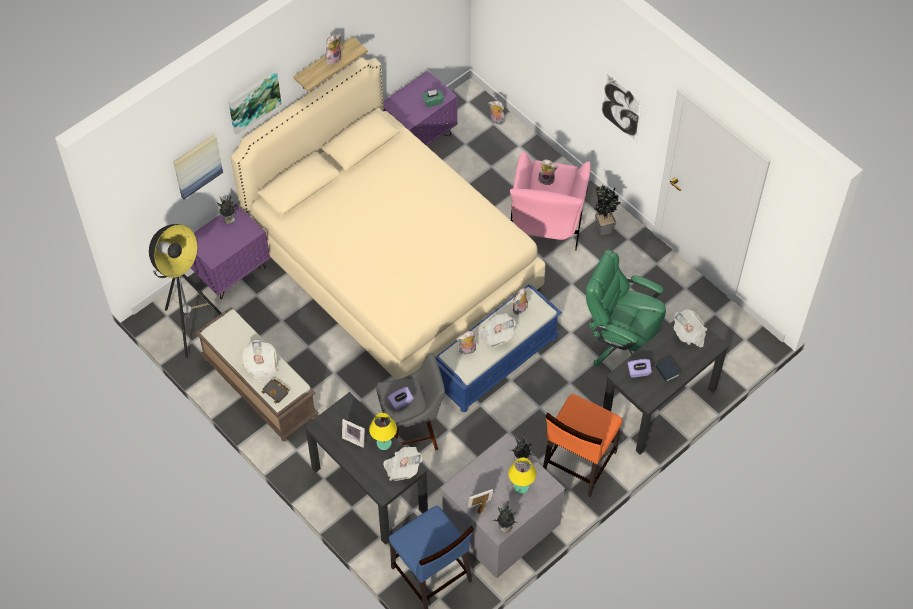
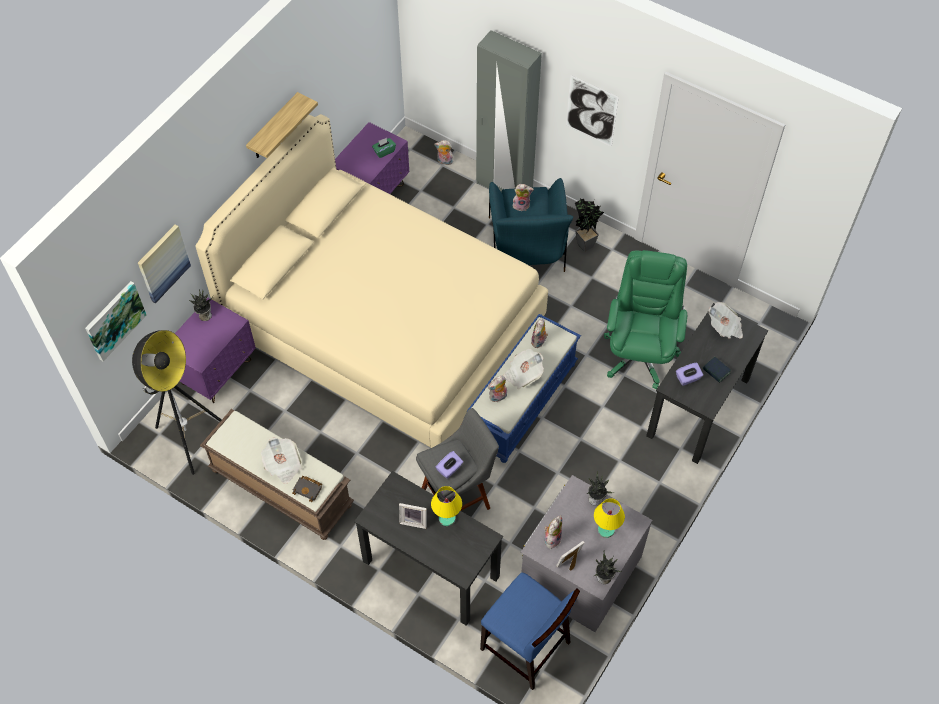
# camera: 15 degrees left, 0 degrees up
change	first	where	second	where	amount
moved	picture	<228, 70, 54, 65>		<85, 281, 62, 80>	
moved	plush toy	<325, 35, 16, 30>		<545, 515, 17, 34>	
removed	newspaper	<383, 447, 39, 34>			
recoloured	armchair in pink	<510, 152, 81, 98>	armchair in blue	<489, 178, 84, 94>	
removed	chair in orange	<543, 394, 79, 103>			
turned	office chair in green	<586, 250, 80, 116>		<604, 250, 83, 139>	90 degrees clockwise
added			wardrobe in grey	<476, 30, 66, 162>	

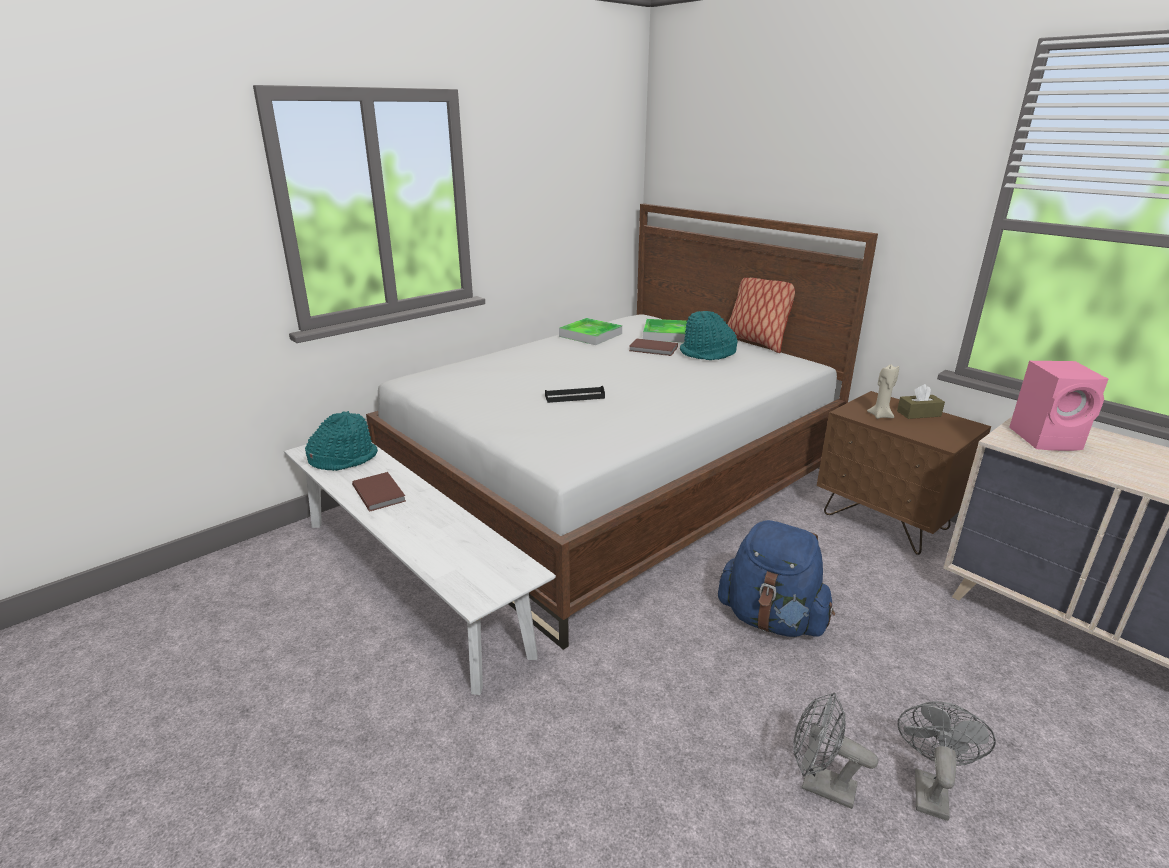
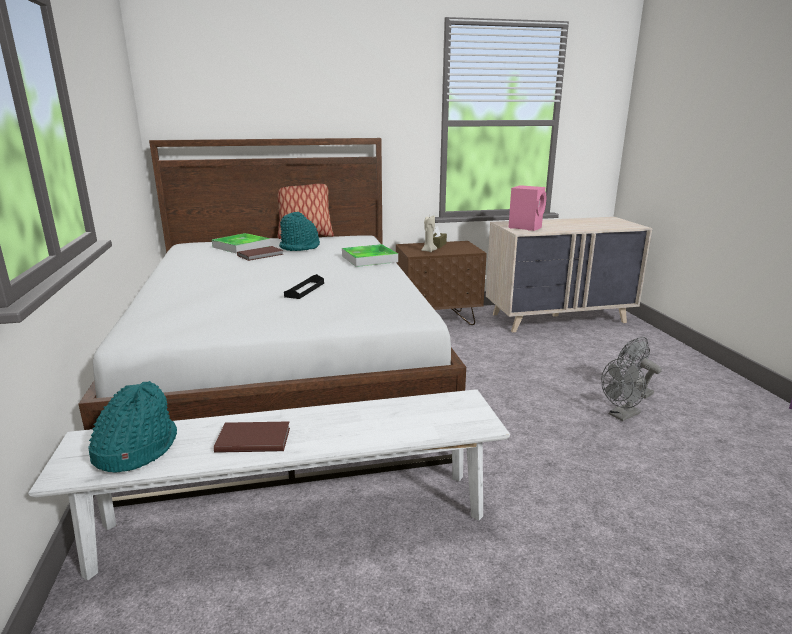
# camera: 60 degrees left, 5 degrees down
change	first	where	second	where	amount
moved	tray	<559, 318, 63, 27>		<342, 244, 56, 23>	
removed	backpack in blue	<718, 520, 117, 117>			

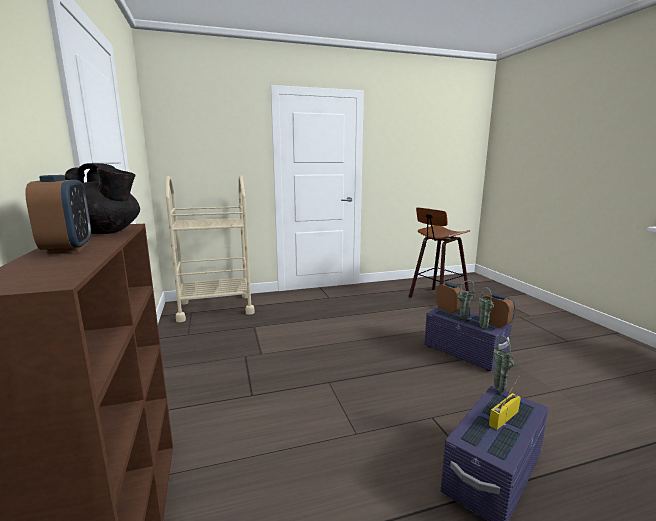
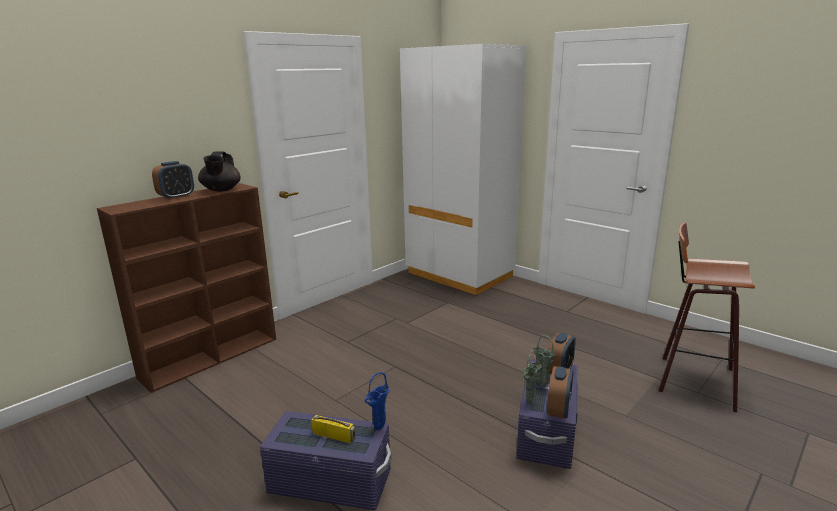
# camera: 60 degrees right, 5 degrees up
change	first	where	second	where	amount
replaced	cart in beige	<166, 175, 89, 147>	wardrobe in white	<400, 44, 126, 252>	
recoloured	vase in green	<494, 335, 20, 58>	vase in blue	<364, 372, 26, 58>	

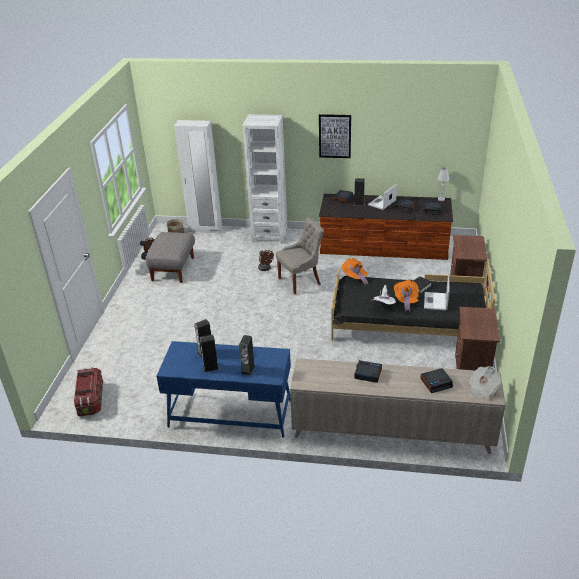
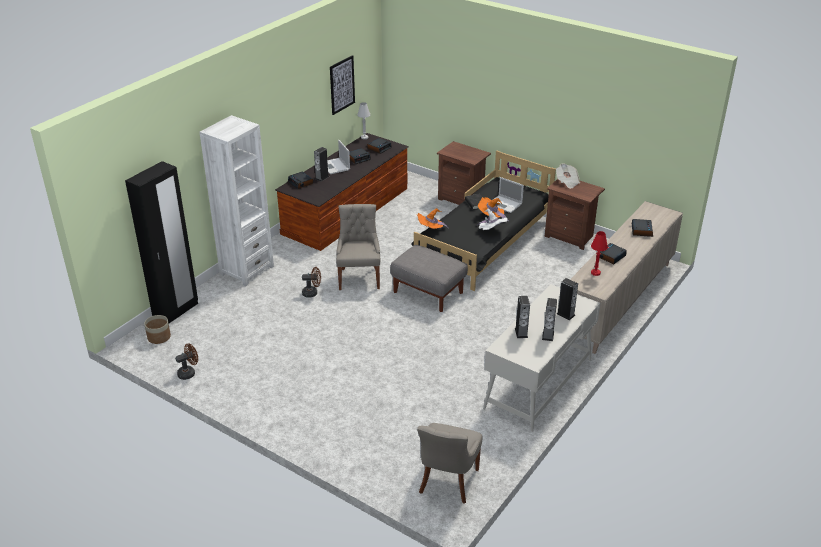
# camera: 65 degrees left, 0 degrees up
change	first	where	second	where	amount
replaced	storage box	<74, 368, 29, 48>	chair in grey	<417, 423, 66, 81>	
moved	ottoman in grey	<146, 232, 49, 51>		<390, 245, 78, 67>	
recoloured	desk in blue	<157, 341, 134, 97>	desk in white	<483, 284, 117, 148>	
recoloured	wardrobe in white	<174, 120, 48, 113>	wardrobe in black	<125, 161, 73, 162>	
moved	picture	<319, 114, 32, 44>		<330, 55, 25, 60>	
moved	newspaper	<468, 366, 33, 33>		<556, 163, 24, 26>	
added			table lamp in red	<591, 231, 17, 45>	

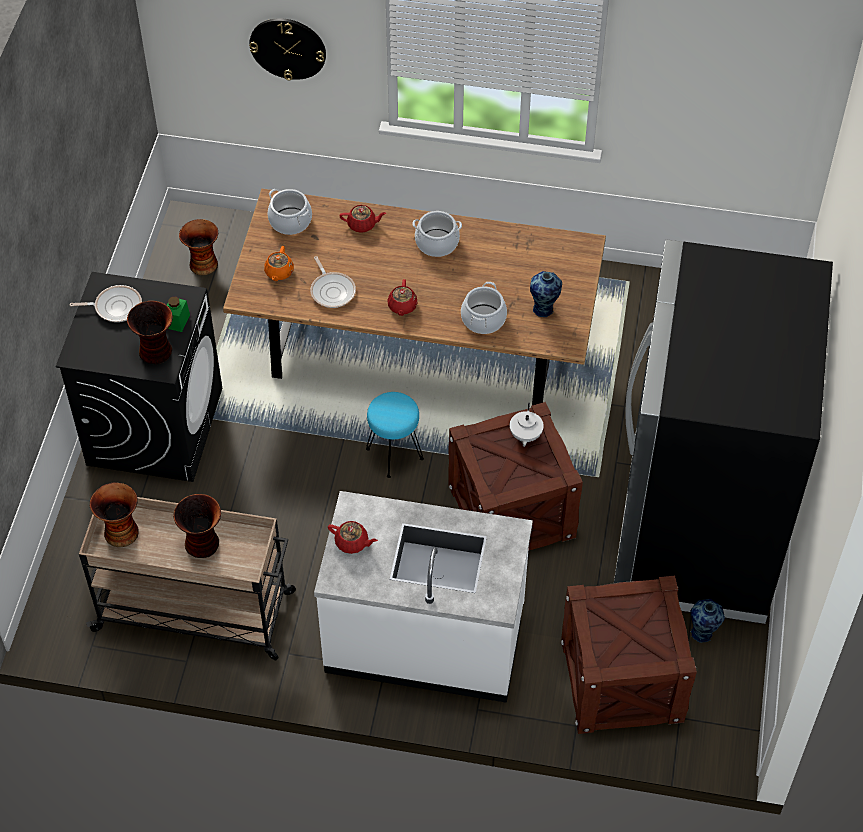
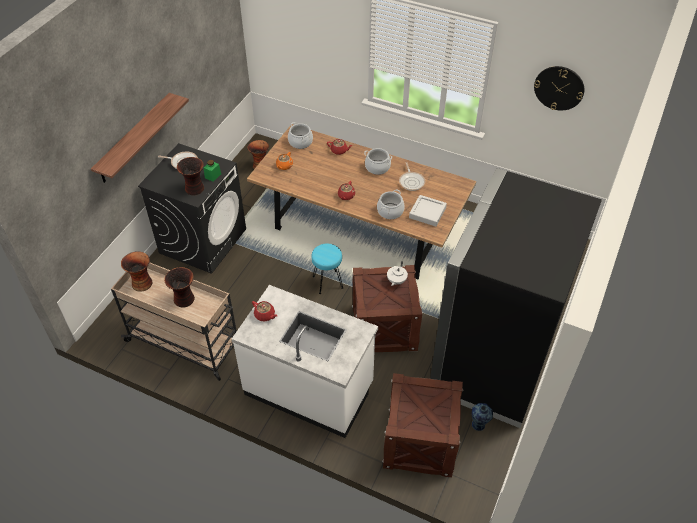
# camera: 15 degrees right, 5 degrees down
change	first	where	second	where	amount
moved	wall clock	<249, 18, 77, 63>		<534, 66, 50, 44>	
moved	frying pan	<310, 256, 46, 52>		<399, 162, 26, 29>	
replaced	vase	<530, 271, 32, 46>	tray in grey	<409, 195, 38, 32>	
added			shelf	<91, 93, 98, 90>	

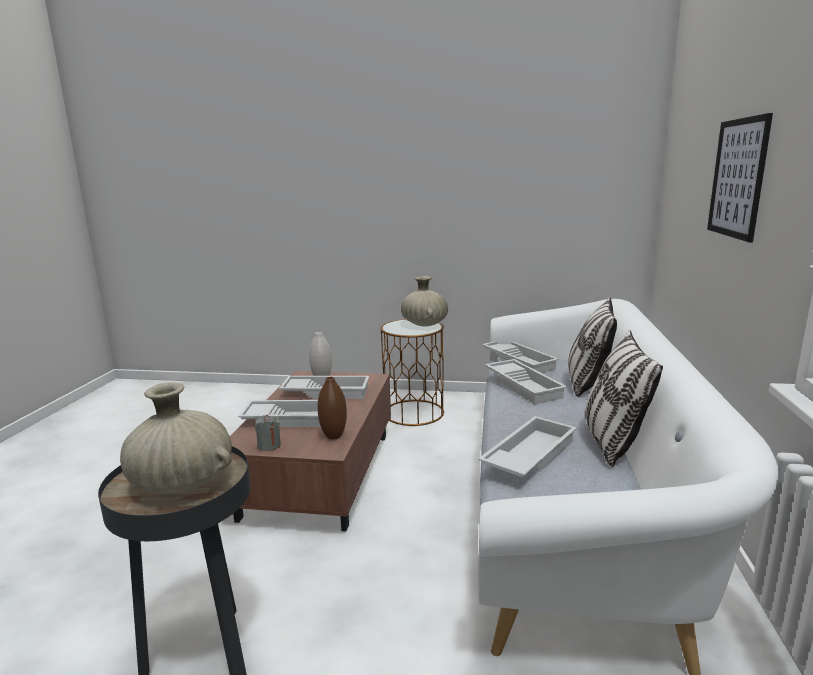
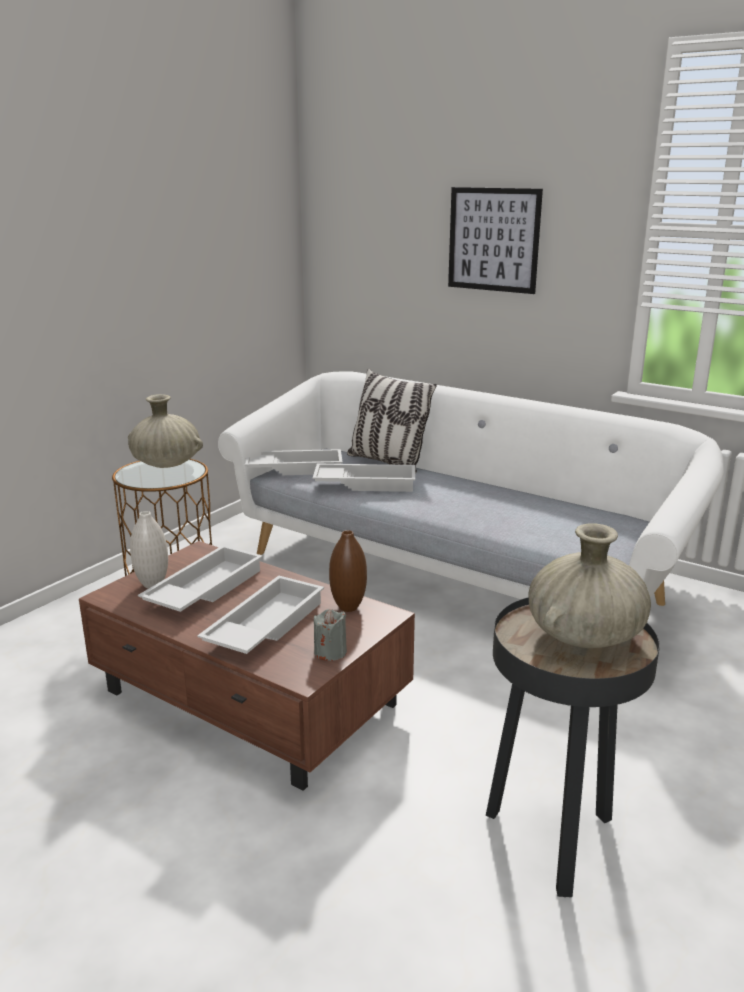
# camera: 65 degrees left, 5 degrees up
change	first	where	second	where	amount
removed	tray in white	<478, 416, 99, 61>			
removed	pillow	<585, 330, 78, 137>			

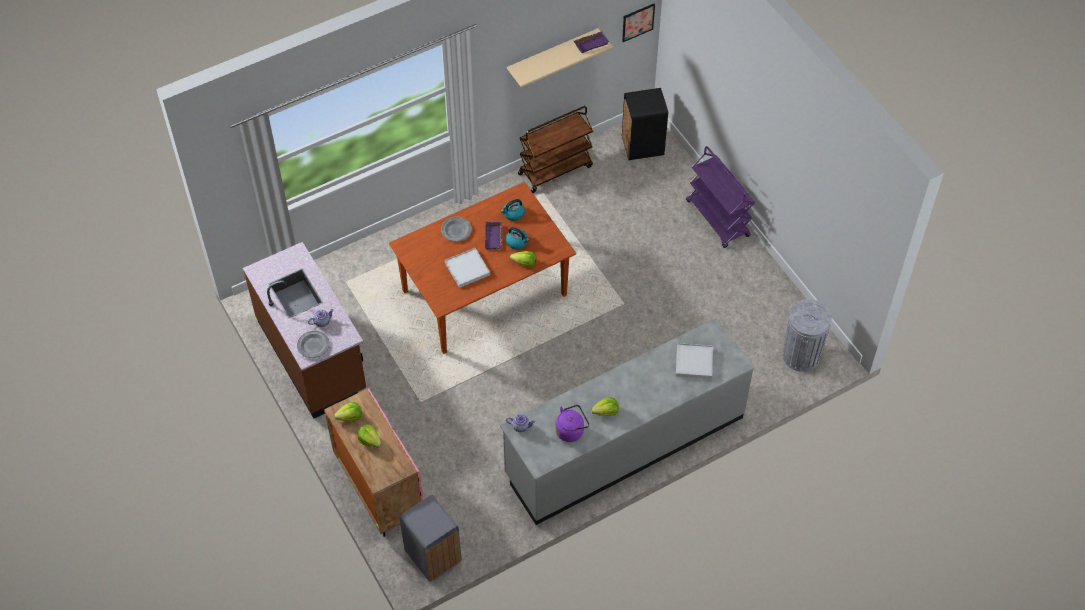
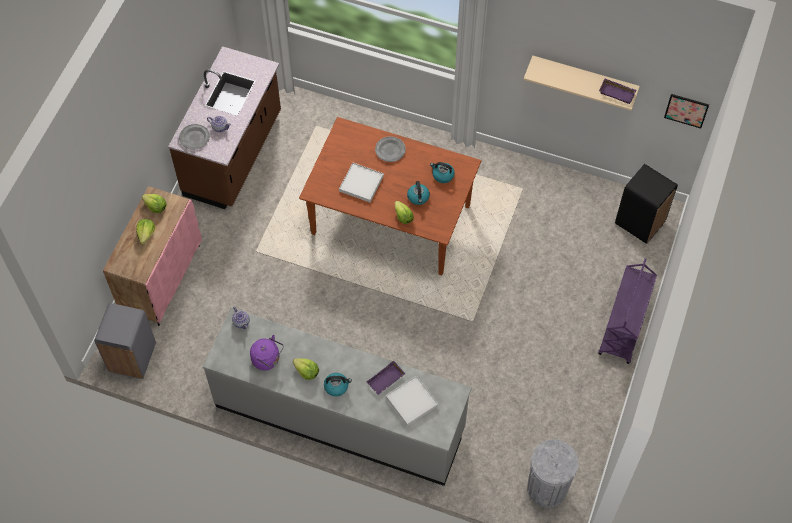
# camera: 50 degrees right, 5 degrees up
change	first	where	second	where	amount
moved	tray in purple	<485, 222, 17, 28>		<366, 361, 39, 34>	
removed	cart in brown	<518, 106, 75, 87>			
added			kettle	<324, 373, 28, 23>	

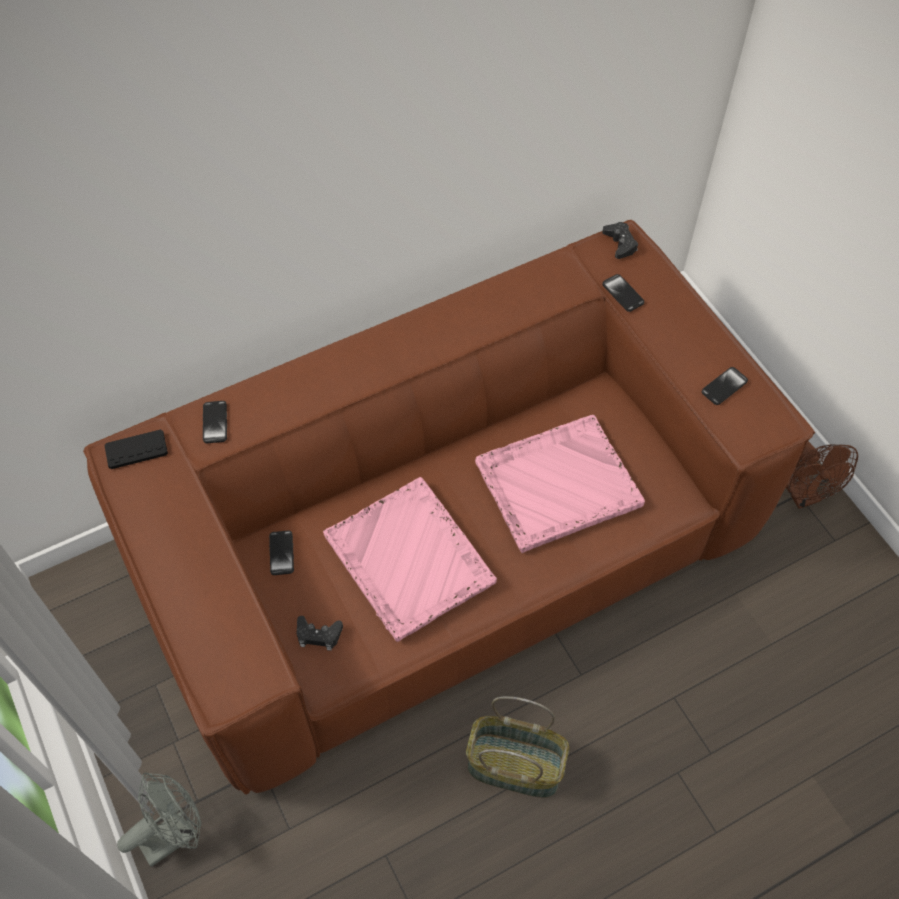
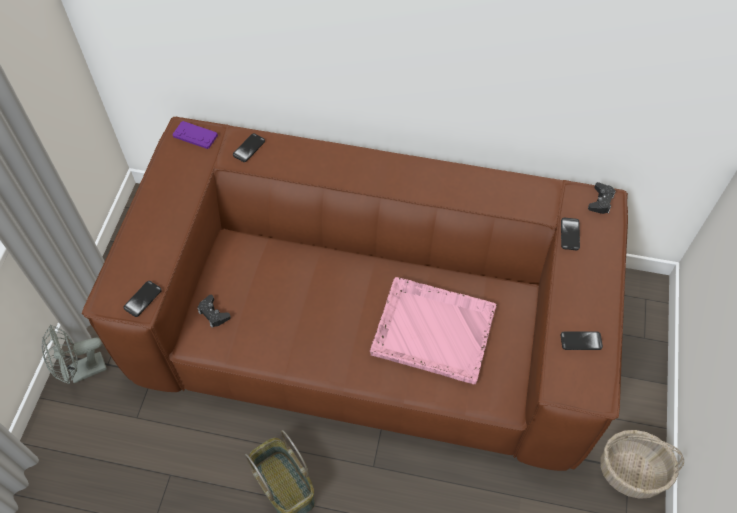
# camera: 40 degrees right, 0 degrees up
change	first	where	second	where	amount
recoloured	game controller in black	<104, 429, 64, 40>	game controller in purple	<172, 121, 46, 28>	
turned	fan in grey	<117, 772, 84, 95>		<42, 325, 65, 59>	150 degrees clockwise
moved	phone	<269, 530, 25, 45>		<123, 281, 39, 36>	
removed	tray in pink	<323, 477, 174, 165>			
replaced	fan in brown	<786, 441, 72, 68>	basket	<600, 430, 84, 69>	

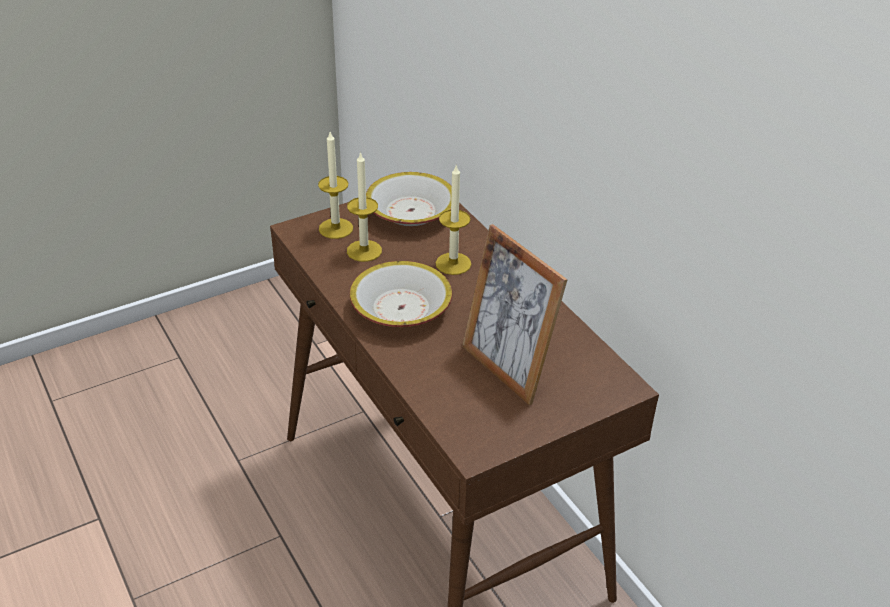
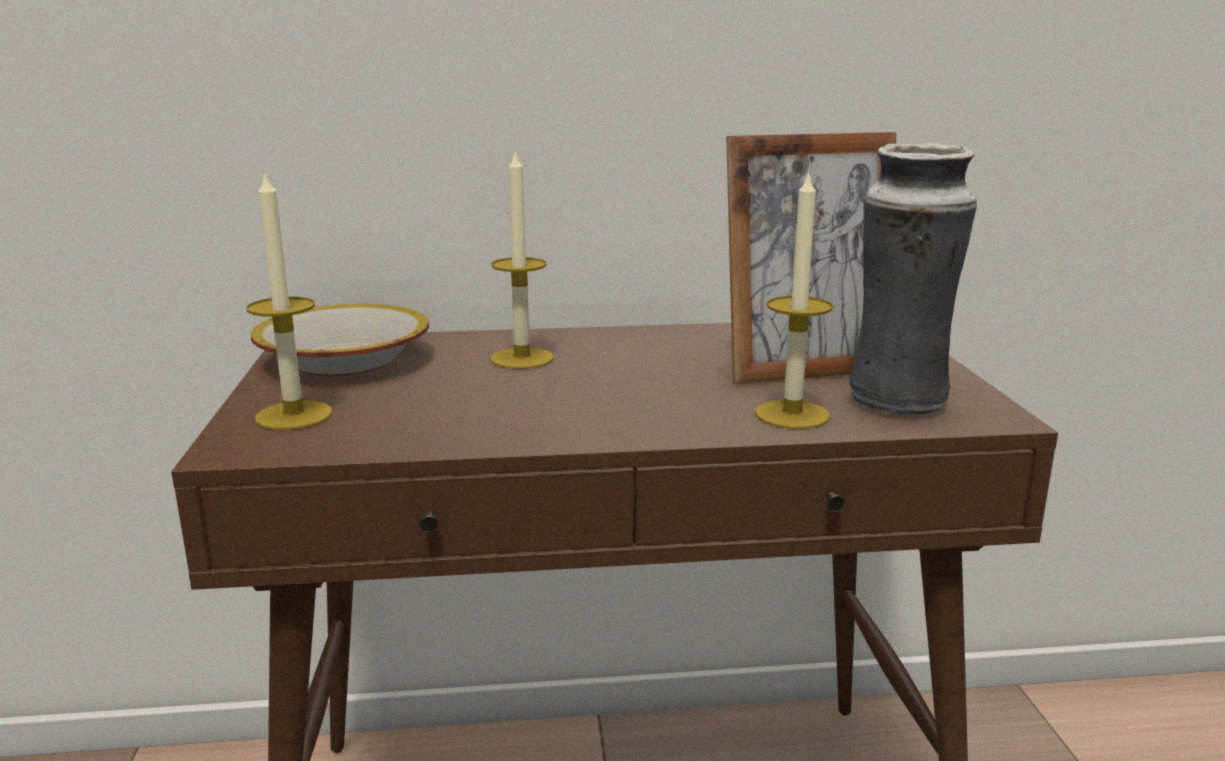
# camera: 65 degrees left, 20 degrees down
change	first	where	second	where	amount
moved	candle	<347, 151, 35, 111>		<755, 170, 78, 259>	
removed	bowl	<350, 261, 102, 66>			
added			vase	<849, 143, 128, 272>	

